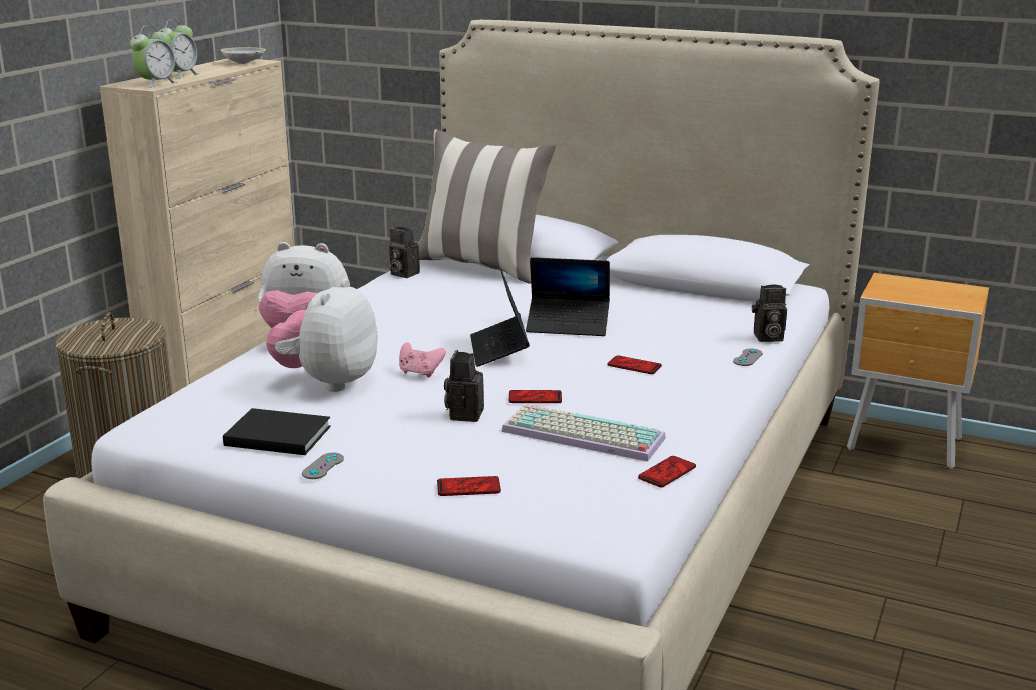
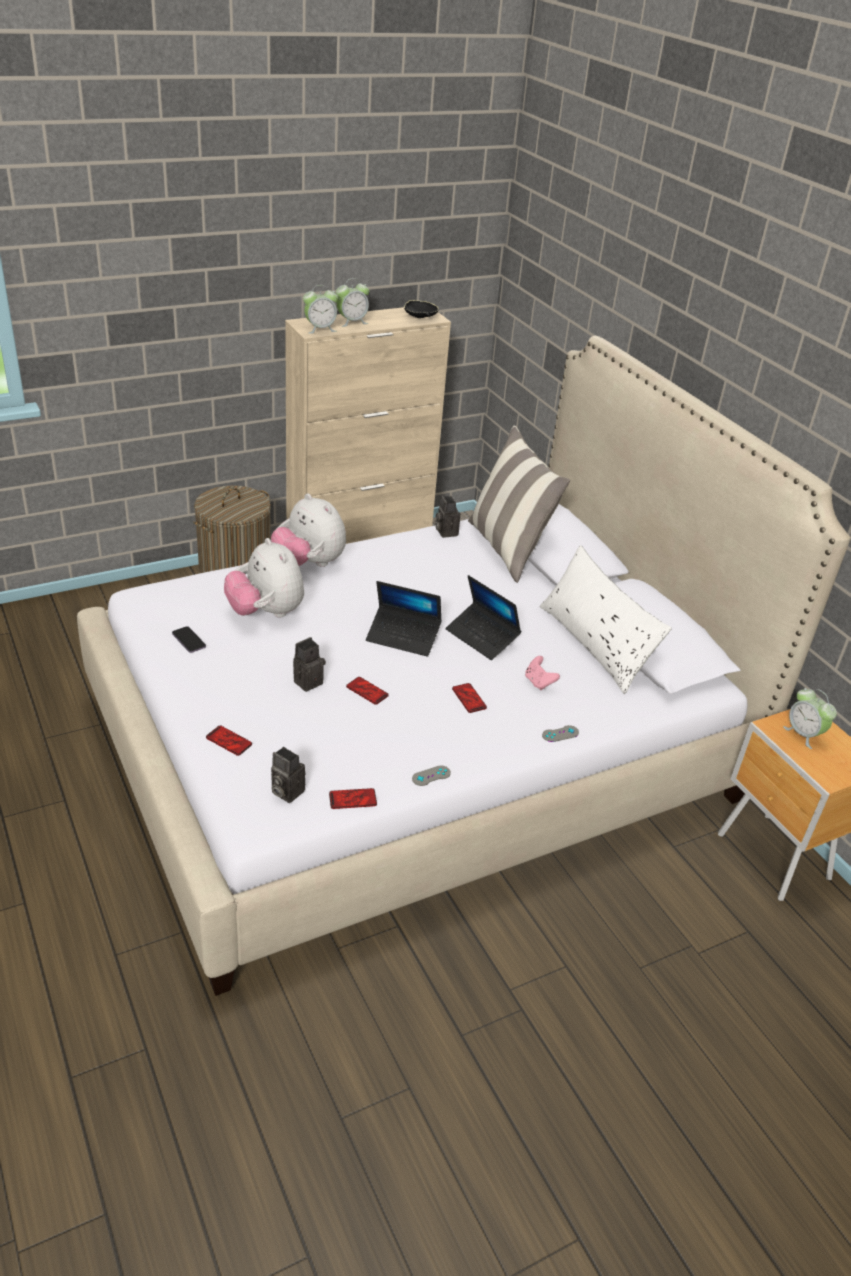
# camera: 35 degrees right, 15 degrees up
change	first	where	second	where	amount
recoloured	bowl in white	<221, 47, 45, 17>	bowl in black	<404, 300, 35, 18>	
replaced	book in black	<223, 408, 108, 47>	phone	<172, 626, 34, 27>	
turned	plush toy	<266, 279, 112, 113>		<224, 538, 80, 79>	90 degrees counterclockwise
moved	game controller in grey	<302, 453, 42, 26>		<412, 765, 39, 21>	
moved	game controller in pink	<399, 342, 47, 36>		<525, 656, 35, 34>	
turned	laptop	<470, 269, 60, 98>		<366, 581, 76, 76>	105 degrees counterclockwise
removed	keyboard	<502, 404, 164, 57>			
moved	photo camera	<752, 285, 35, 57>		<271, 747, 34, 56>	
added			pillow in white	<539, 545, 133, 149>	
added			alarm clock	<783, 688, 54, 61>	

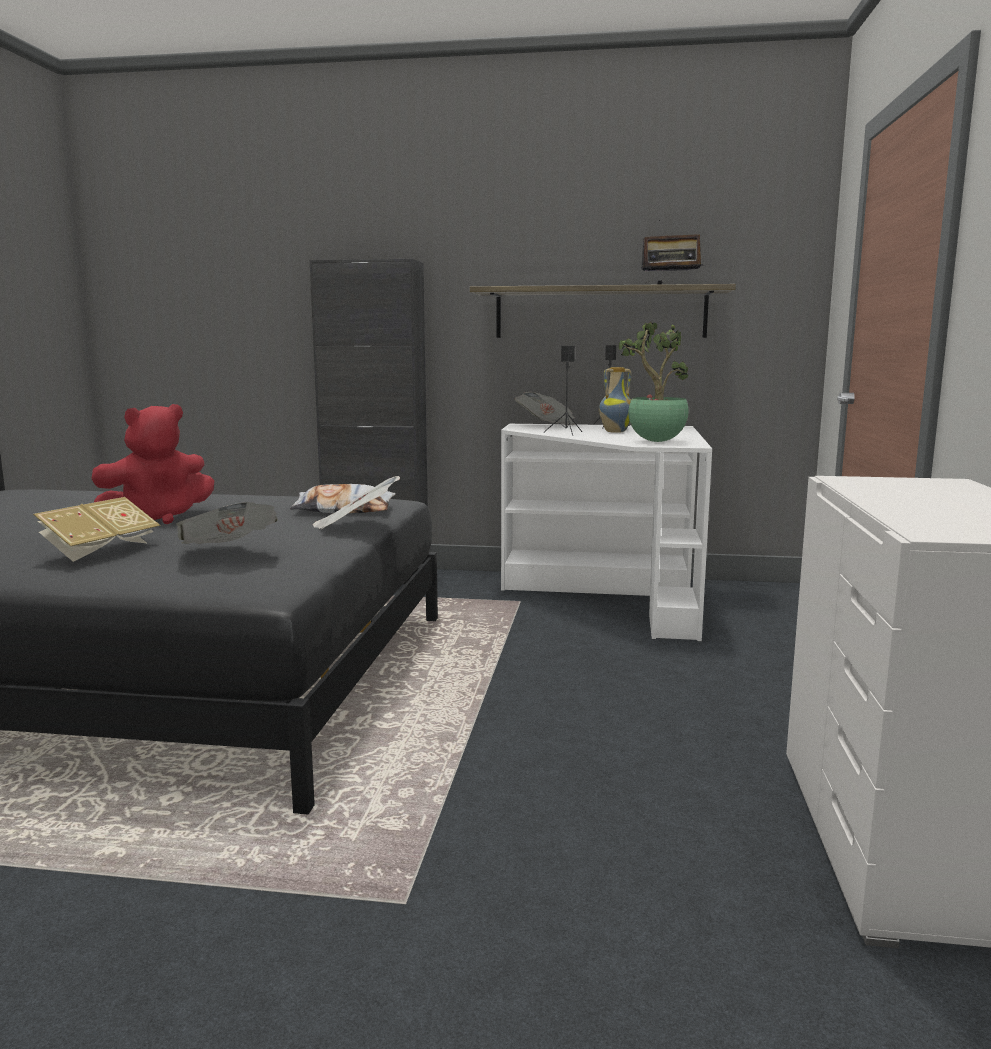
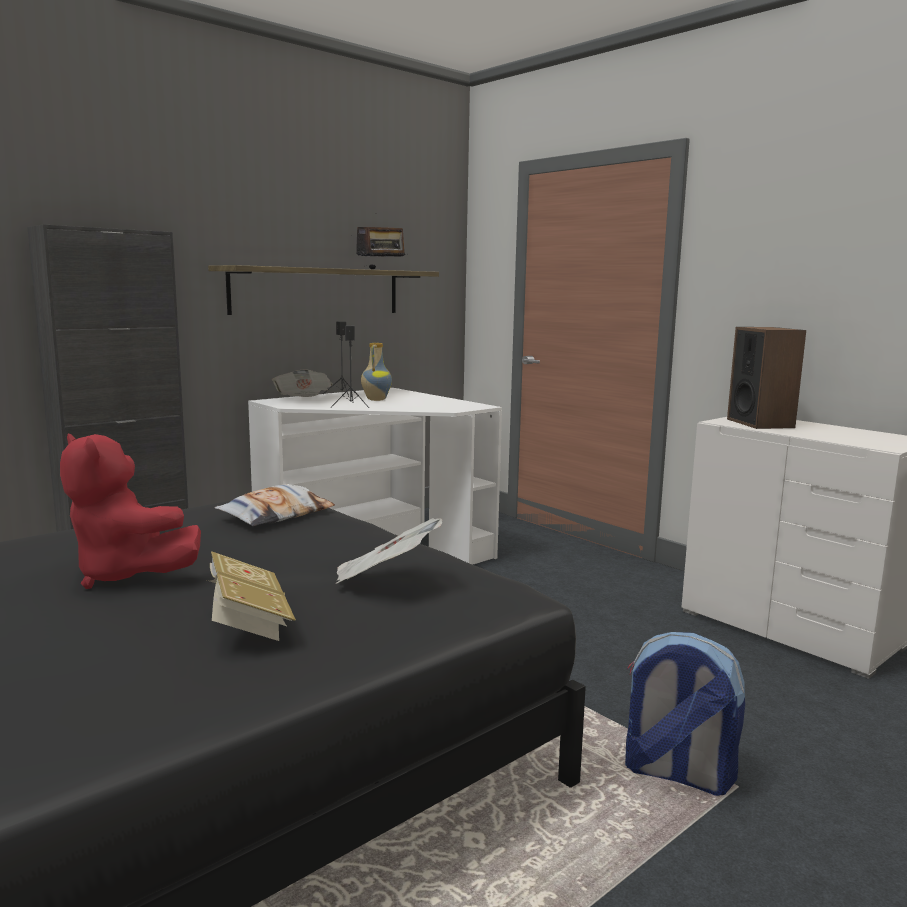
# camera: 50 degrees left, 0 degrees up
change	first	where	second	where	amount
turned	plush toy in red	<91, 404, 123, 120>		<60, 434, 141, 155>	120 degrees clockwise
removed	newspaper	<313, 476, 87, 54>			
removed	potted plant	<618, 321, 71, 121>			
added			backpack	<625, 632, 120, 164>	
added			speaker	<727, 327, 79, 102>	

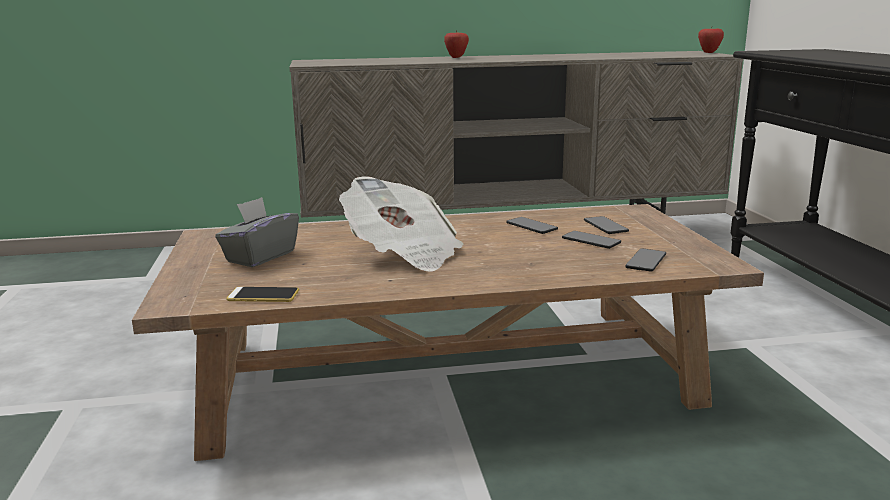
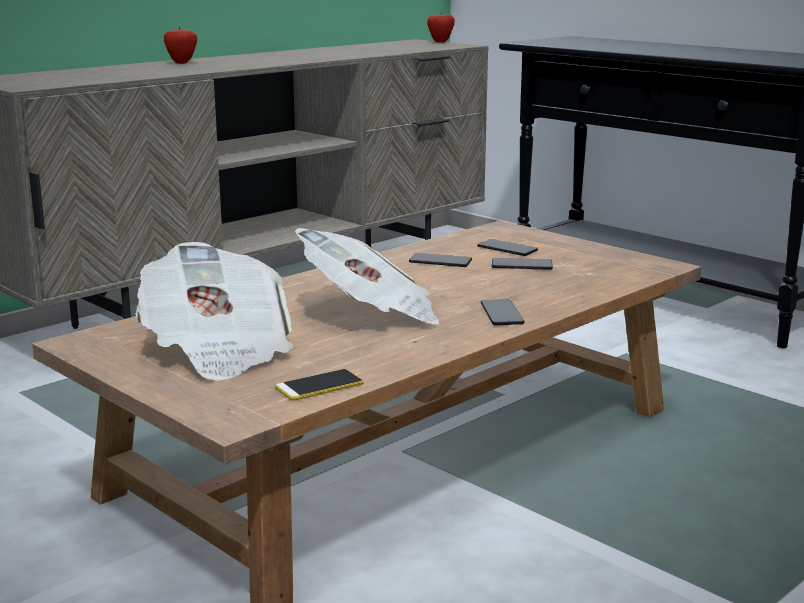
# camera: 35 degrees left, 0 degrees up
change	first	where	second	where	amount
replaced	tissue box in grey	<215, 197, 84, 70>	newspaper	<135, 242, 158, 139>	
moved	phone	<625, 248, 41, 24>		<481, 299, 43, 27>	

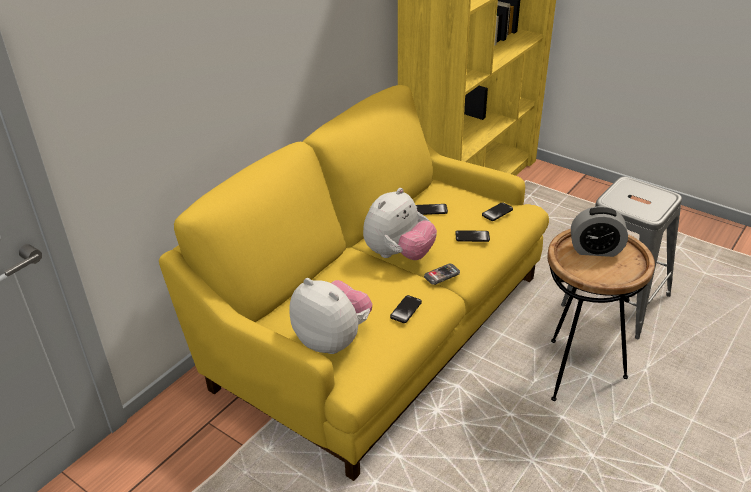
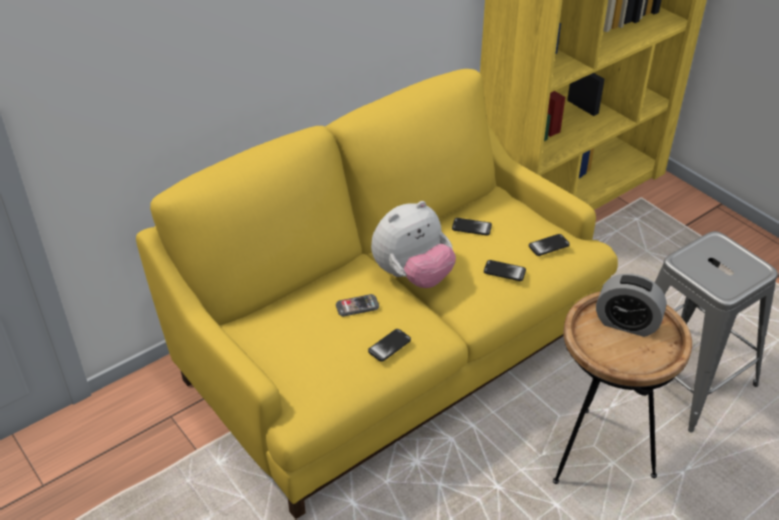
# camera: 15 degrees right, 5 degrees up
change	first	where	second	where	amount
removed	plush toy	<289, 278, 83, 76>			
moved	phone	<424, 263, 36, 22>		<336, 294, 43, 23>	

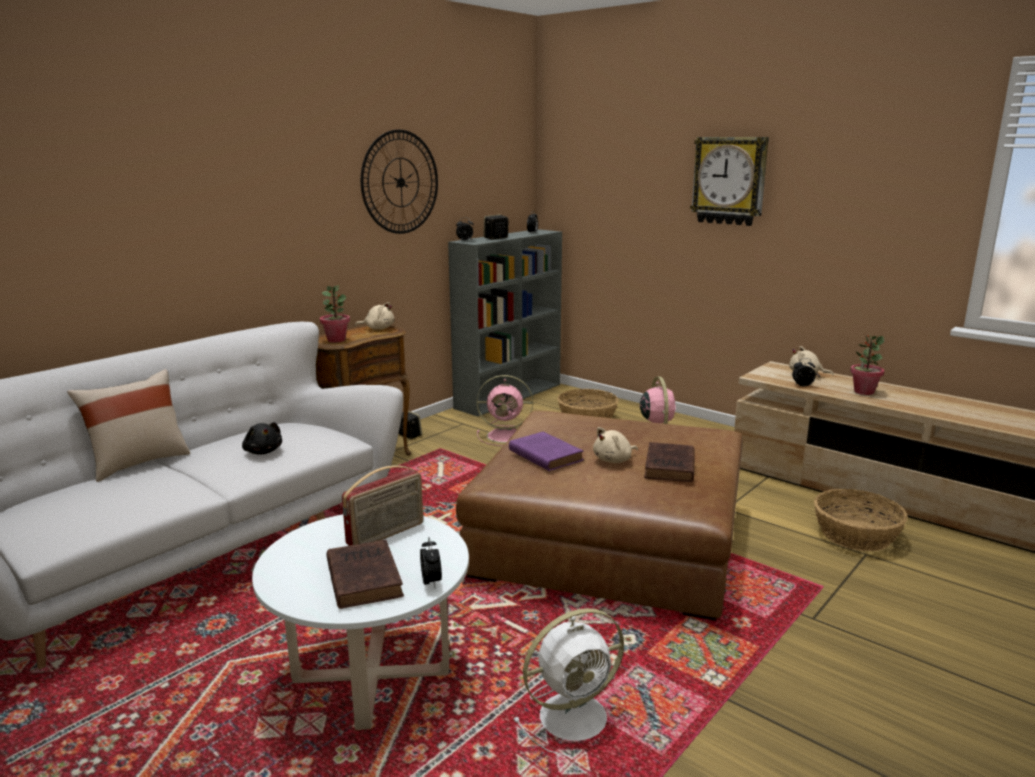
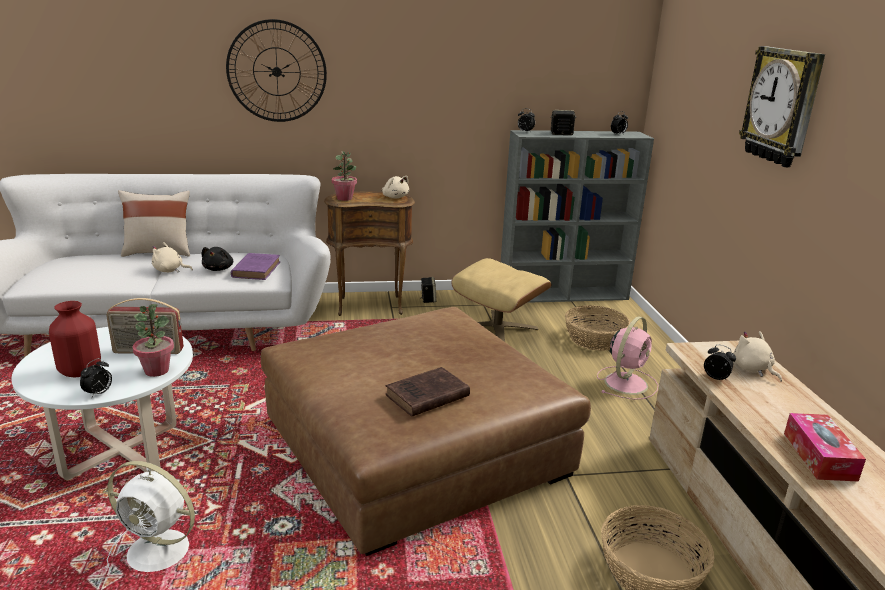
# camera: 40 degrees right, 5 degrees up
change	first	where	second	where	amount
replaced	book in brown	<327, 540, 77, 69>	vase in red	<49, 301, 52, 76>	
moved	wall clock	<361, 130, 77, 104>		<226, 19, 101, 103>	
replaced	fan in pink	<477, 375, 56, 71>	ottoman in beige	<451, 258, 101, 84>	
moved	book in purple	<509, 432, 75, 39>		<231, 253, 49, 27>	
moved	plush toy in beige	<593, 427, 45, 36>		<152, 242, 41, 30>	
moved	potted plant	<850, 334, 34, 61>		<132, 304, 42, 73>	
added			tissue box	<784, 413, 82, 69>	

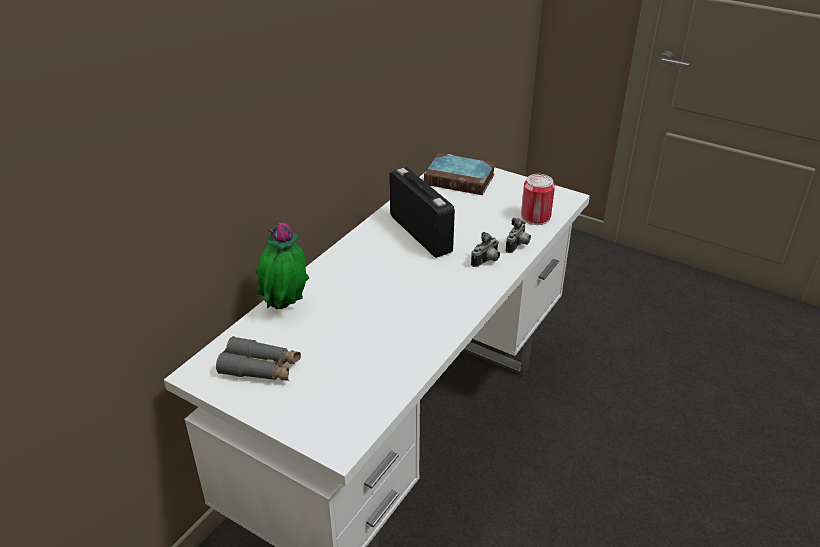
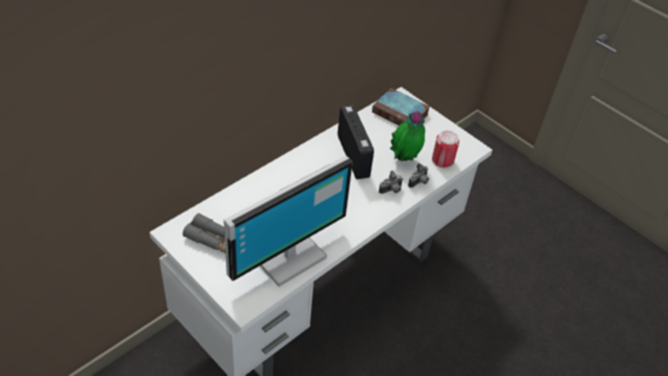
# camera: 10 degrees right, 10 degrees up
change	first	where	second	where	amount
moved	potted plant	<255, 223, 54, 86>		<390, 111, 35, 51>	
added			monitor	<224, 156, 129, 131>	

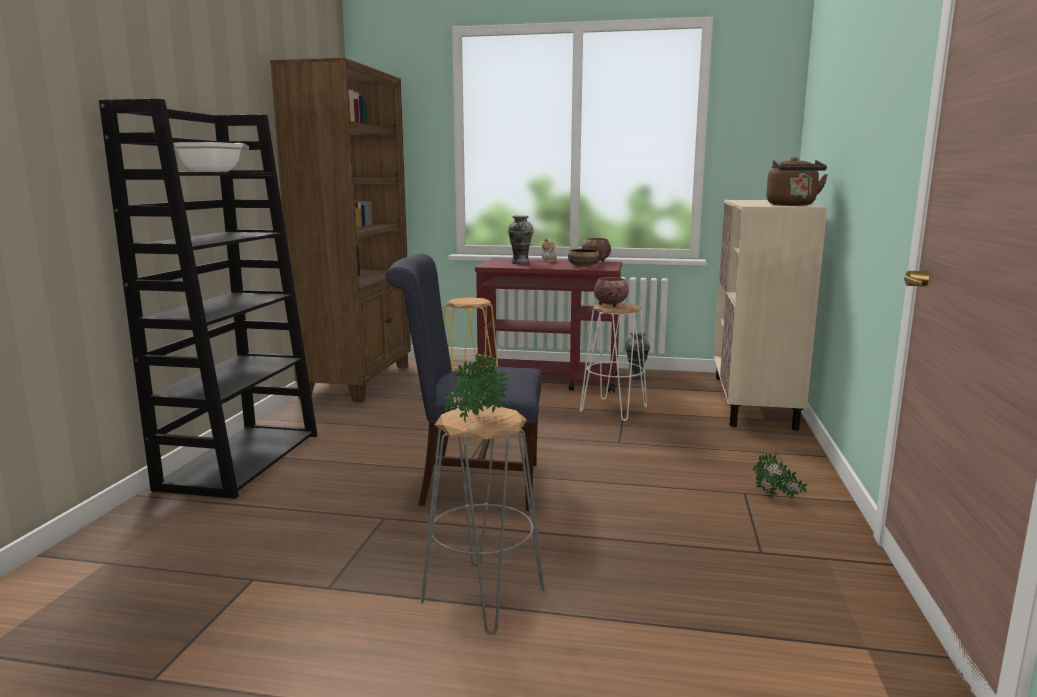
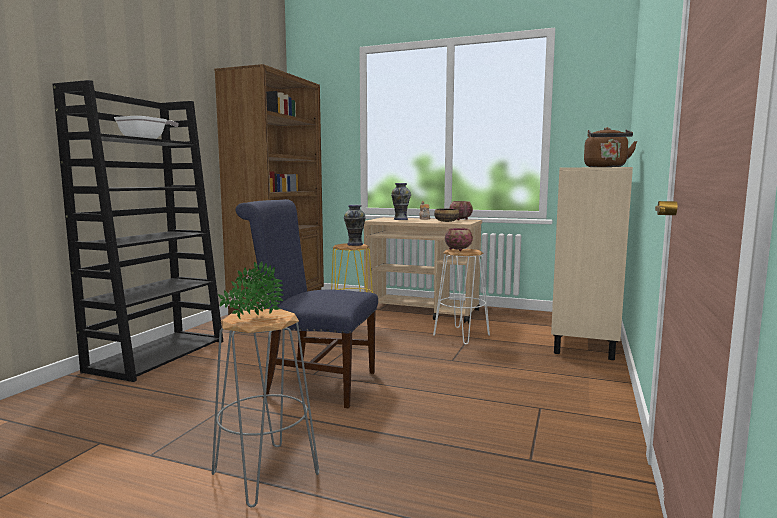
# camera: 10 degrees right, 5 degrees down
change	first	where	second	where	amount
recoloured	cart in red	<475, 259, 147, 134>	cart in beige	<364, 217, 118, 106>	
moved	vase	<625, 332, 25, 47>		<344, 205, 22, 41>	
removed	potted plant	<753, 452, 54, 46>			

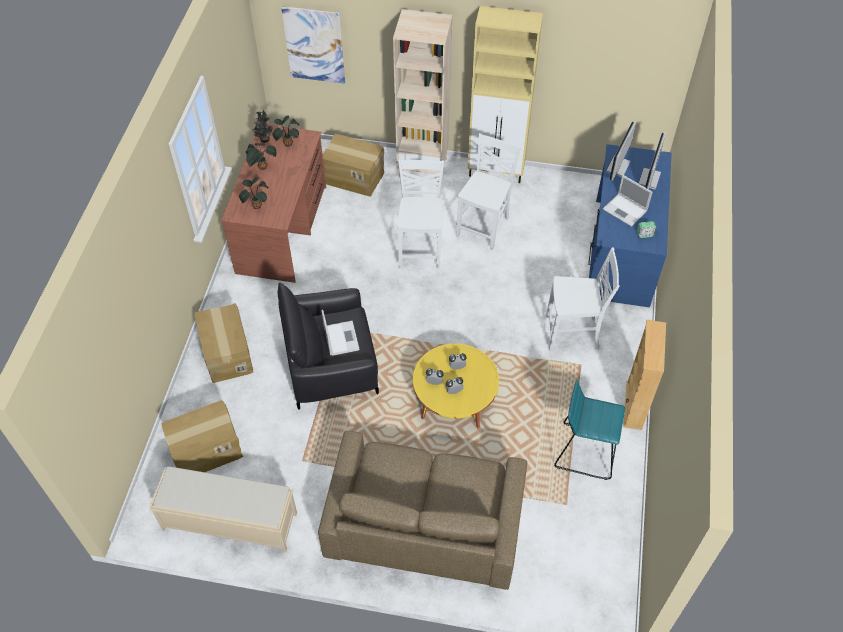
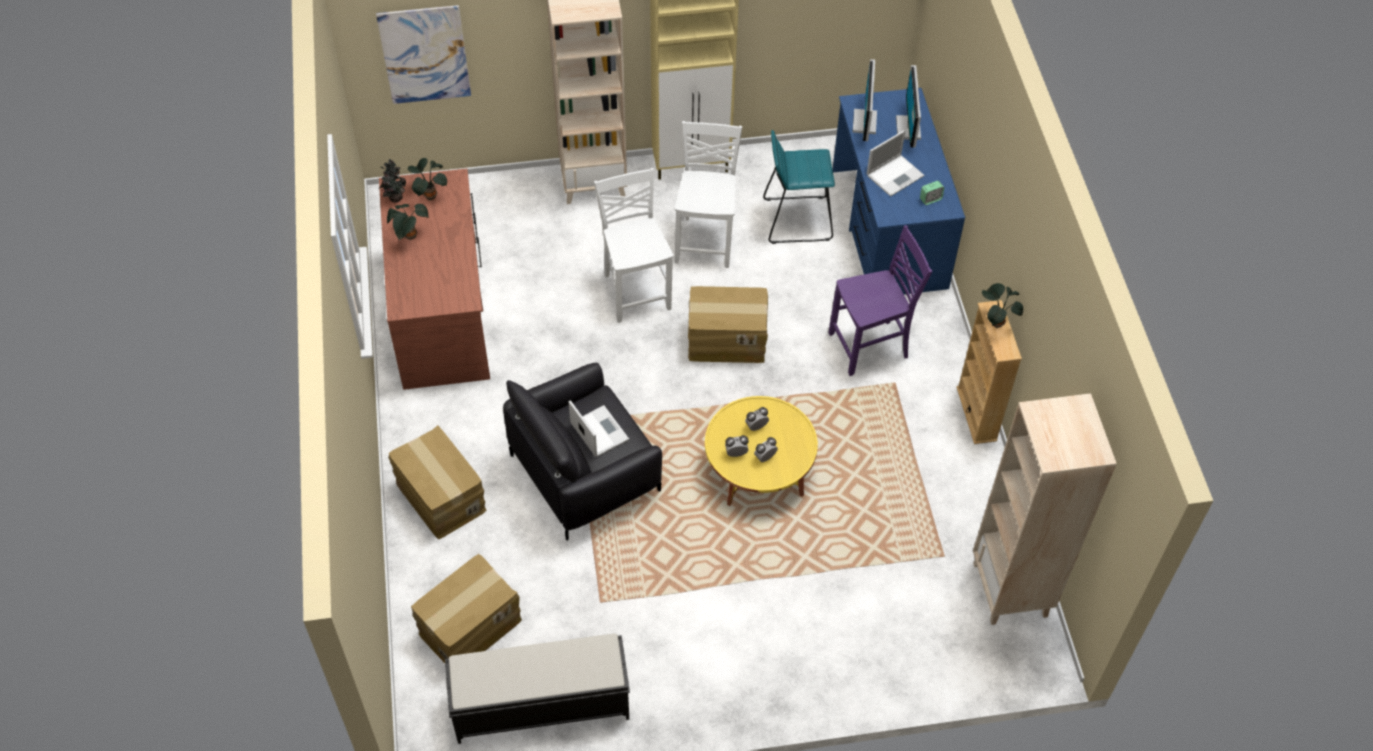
# camera: 20 degrees left, 0 degrees up
change	first	where	second	where	amount
recoloured	bench in beige	<149, 467, 148, 85>	bench in black	<445, 634, 185, 110>	
moved	potted plant	<239, 177, 30, 32>		<982, 283, 41, 45>	
removed	sofa in brown	<318, 431, 209, 159>			
moved	cardboard box	<323, 134, 61, 63>		<688, 286, 80, 77>	
recoloured	chair in white	<546, 247, 74, 104>	chair in purple	<829, 225, 103, 151>	
moved	stool in turquoise	<554, 380, 71, 100>		<763, 130, 72, 114>	
turned	laptop	<603, 175, 49, 52>		<867, 130, 57, 67>	60 degrees counterclockwise
added			bookcase in beige	<973, 393, 144, 232>	

